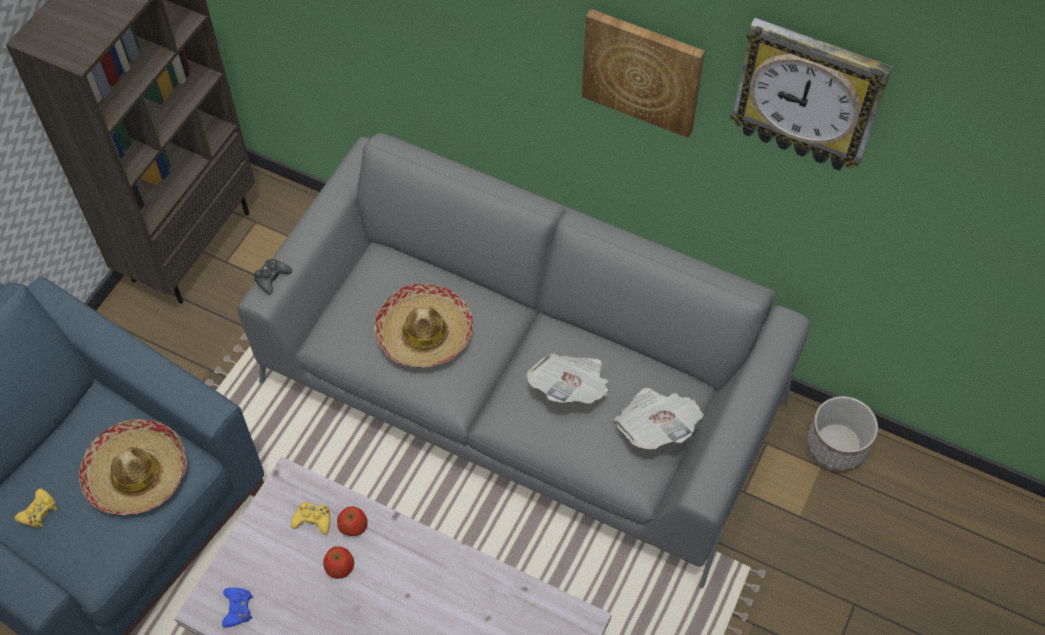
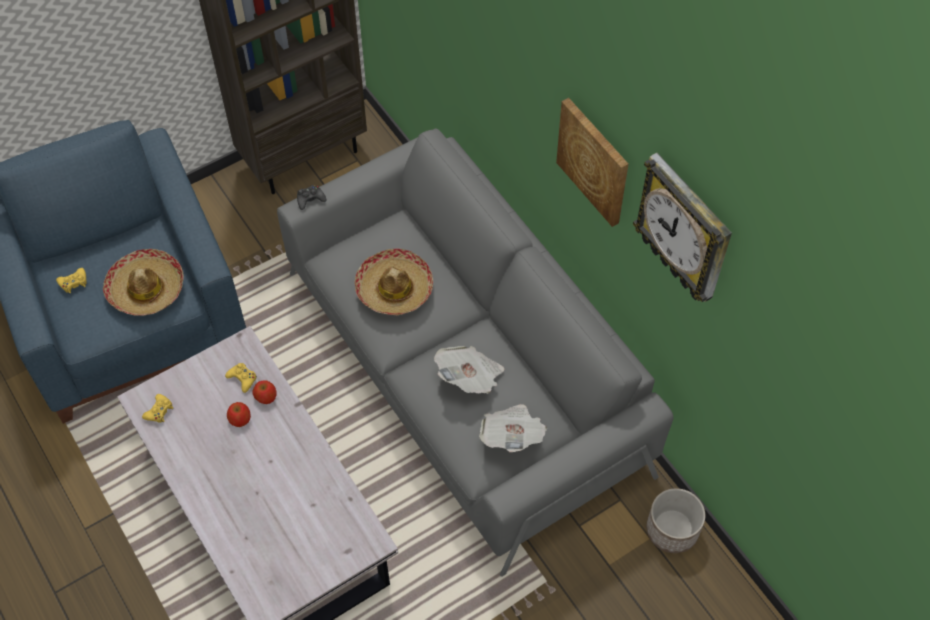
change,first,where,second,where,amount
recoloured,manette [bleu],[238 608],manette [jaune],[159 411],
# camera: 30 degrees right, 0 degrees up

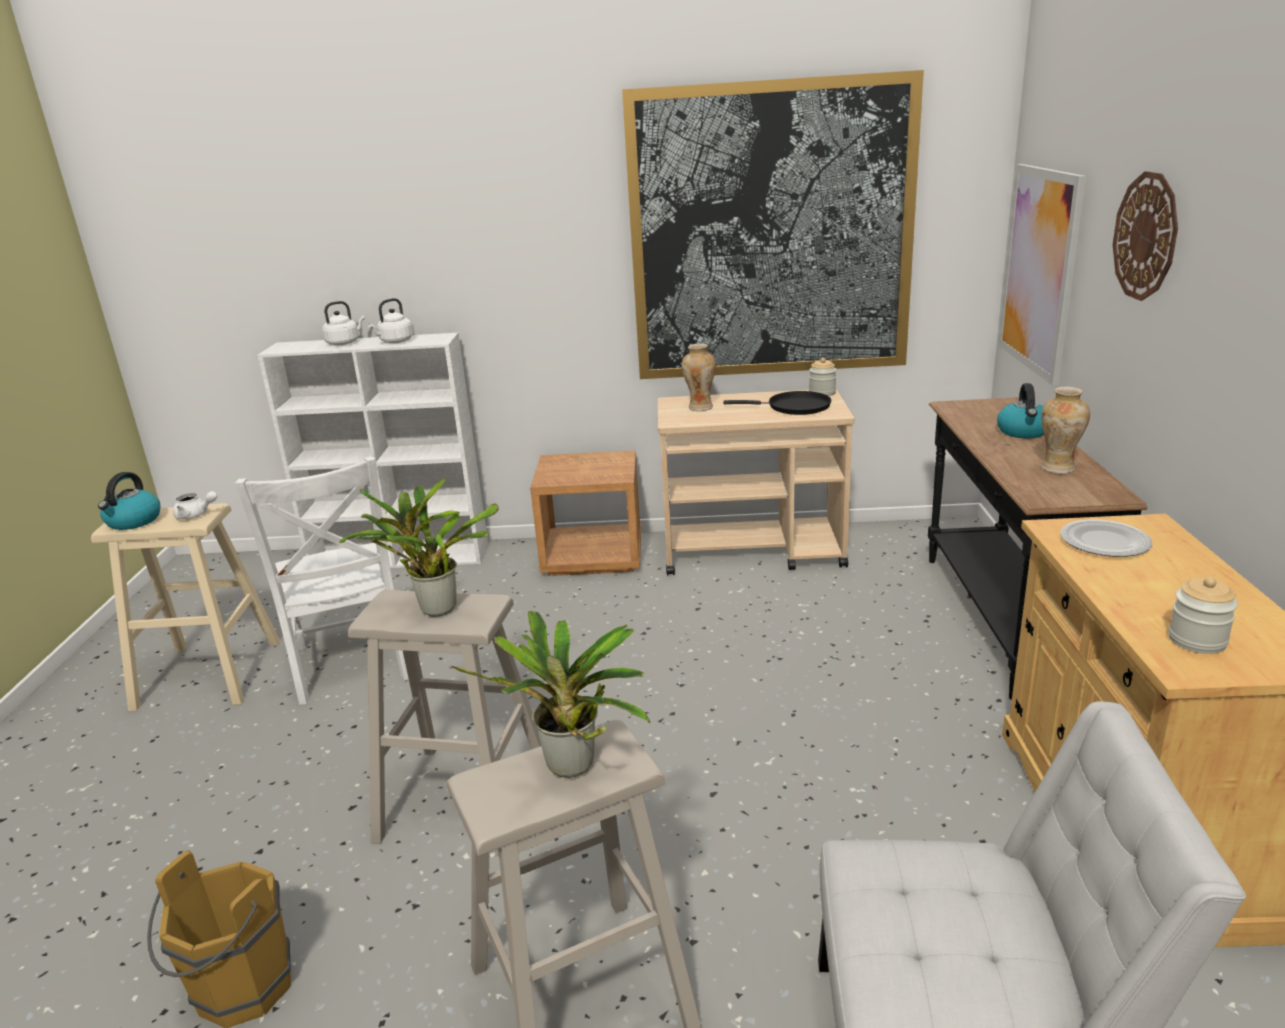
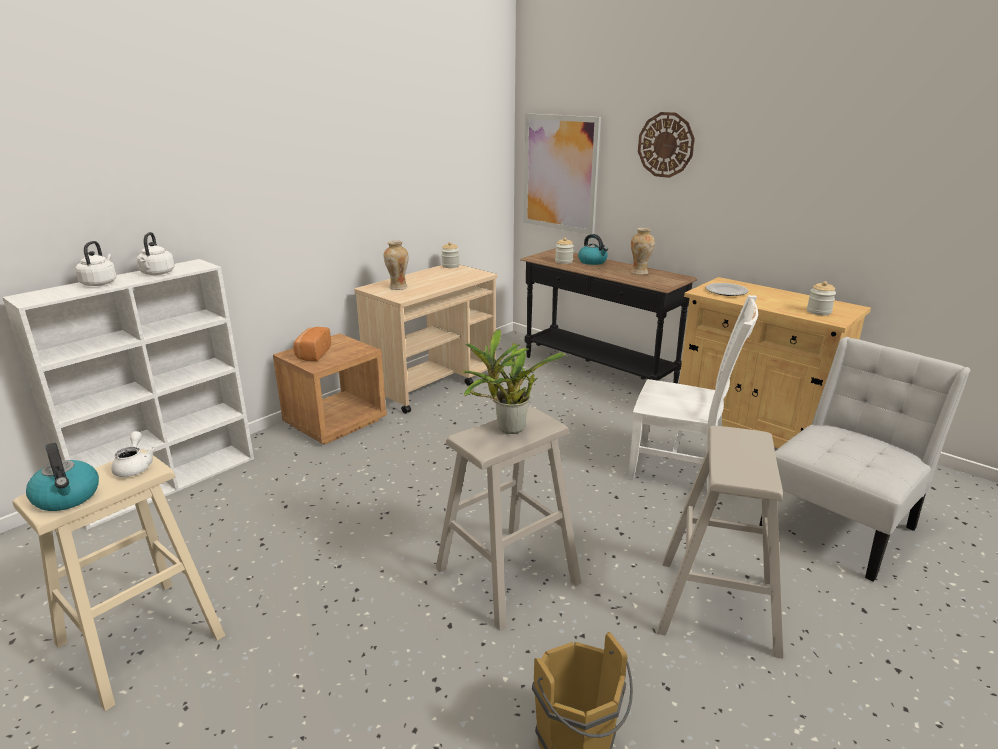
change,first,where,second,where,amount
removed,tableau,[770 233],,,
removed,poêle [noir],[794 407],,,
moved,chaise [blanc],[351 666],,[681 469],
turned,théière [blanc],[196 515],,[135 466],60 degrees counterclockwise
removed,plante en pot,[573 770],,,
added,,,bocal,[564 261],
added,,,pain,[312 354],
# camera: 50 degrees left, 0 degrees up

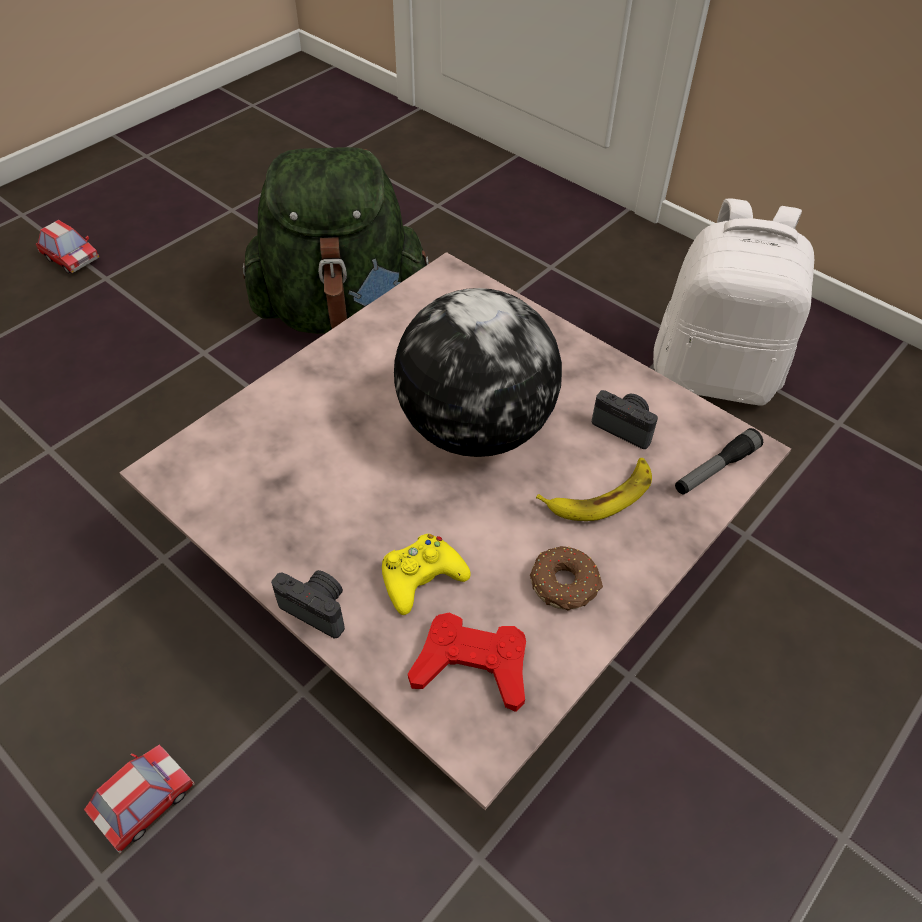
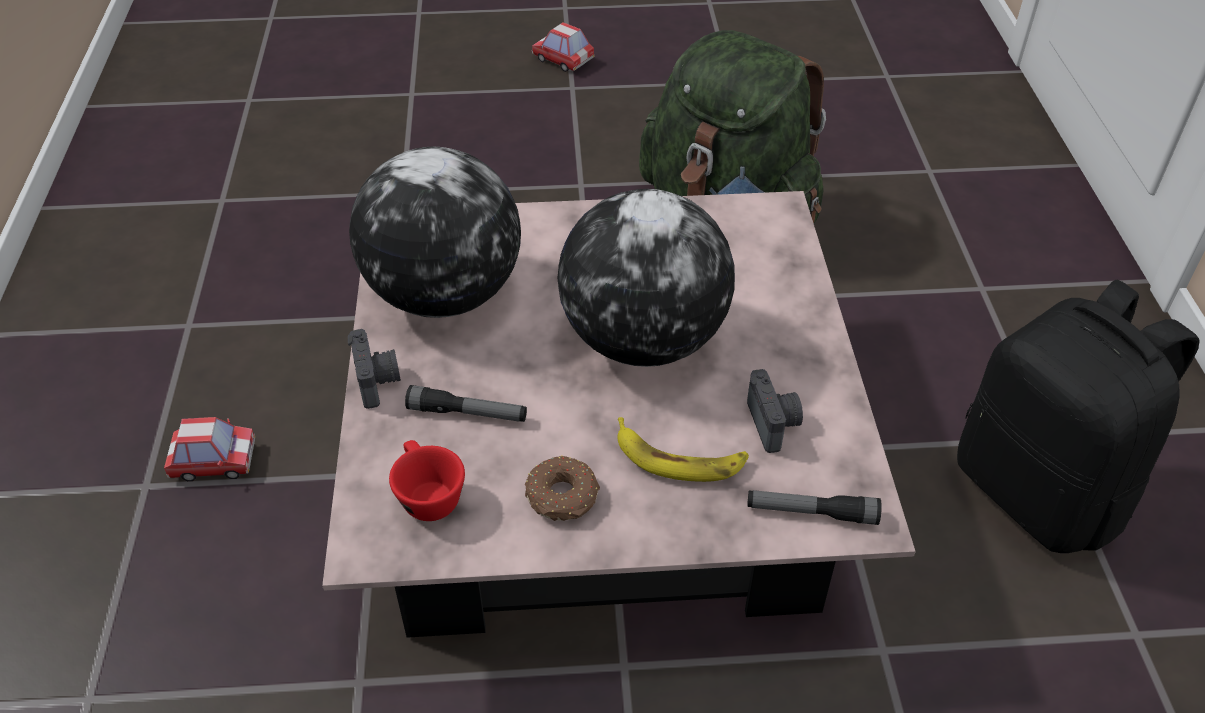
change,first,where,second,where,amount
recoloured,sac à dos [blanc],[715 374],sac à dos [noir],[1041 492],
turned,petite voiture,[71 259],,[563 60],135 degrees clockwise
replaced,manette [jaune],[421 578],lampe de poche,[467 413],
replaced,manette [rouge],[472 665],tasse [rouge],[426 495],
added,,,globe,[443 295],
# camera: 45 degrees right, 5 degrees down

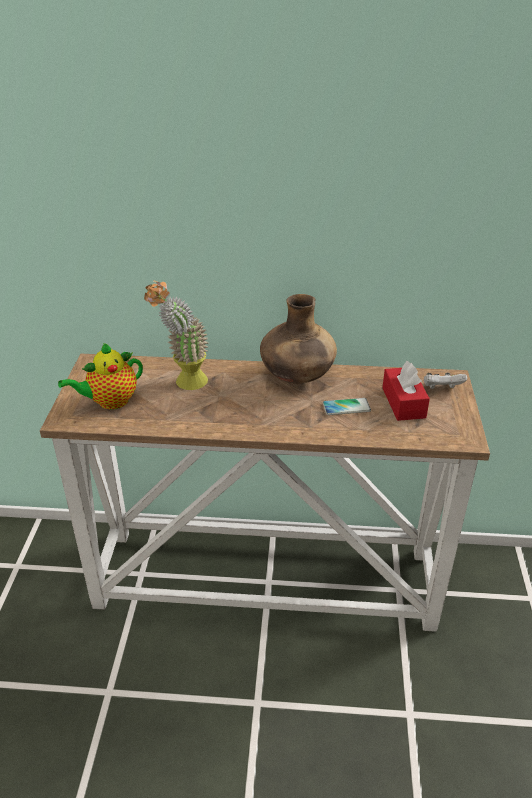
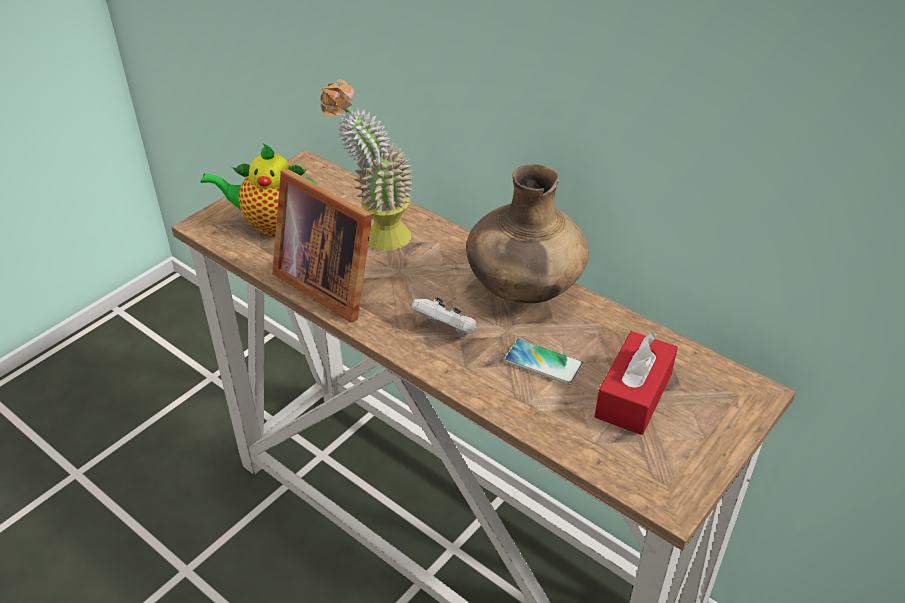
change,first,where,second,where,amount
moved,manette [blanc],[441 389],,[446 330],
added,,,cadre photo,[328 282],
# camera: 35 degrees right, 5 degrees up

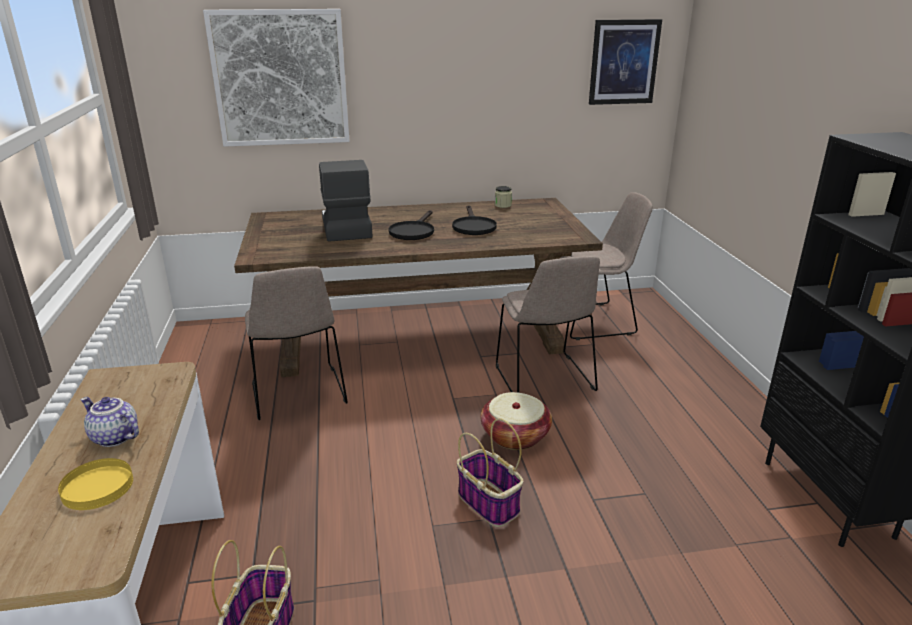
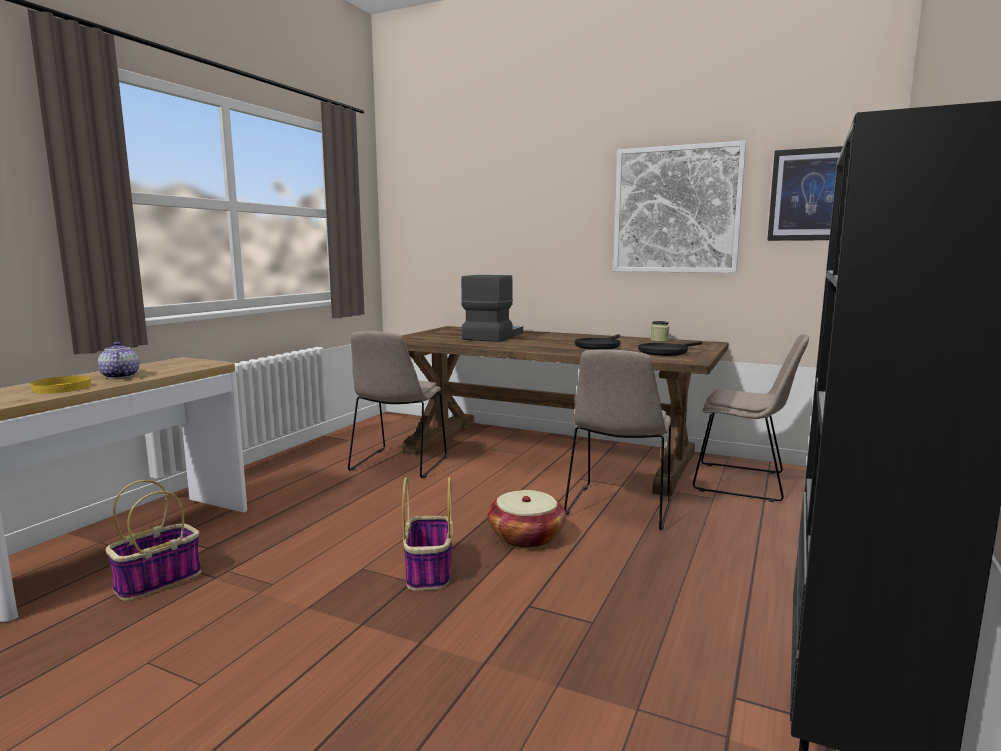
change,first,where,second,where,amount
moved,tableau,[280 78],,[676 210],
moved,poêle [noir],[413 231],,[667 352],
# camera: 35 degrees right, 15 degrees down

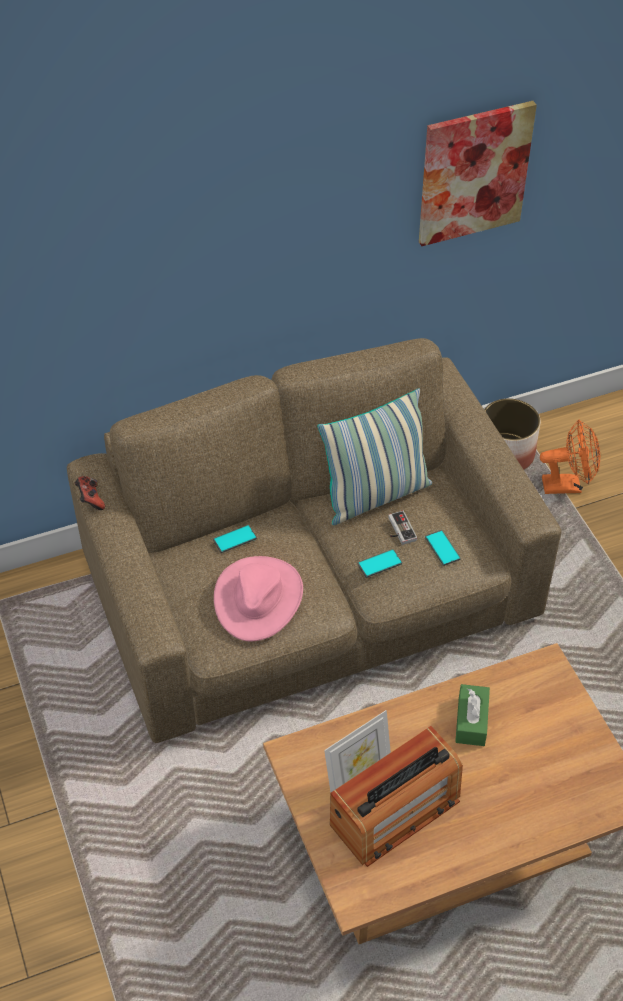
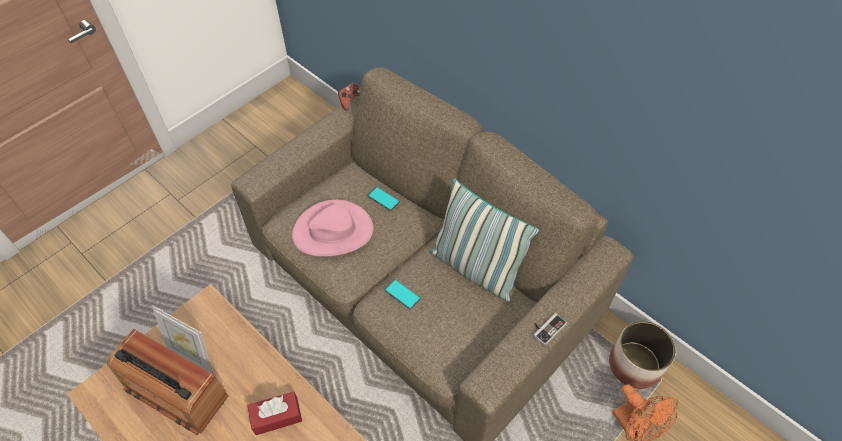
change,first,where,second,where,amount
removed,tableau,[474 173],,,
moved,manette,[398 530],,[546 328],
removed,téléphone,[442 548],,,
recoloured,boîte à mouchoirs [vert],[471 721],boîte à mouchoirs [rouge],[276 416],
# camera: 65 degrees right, 5 degrees up

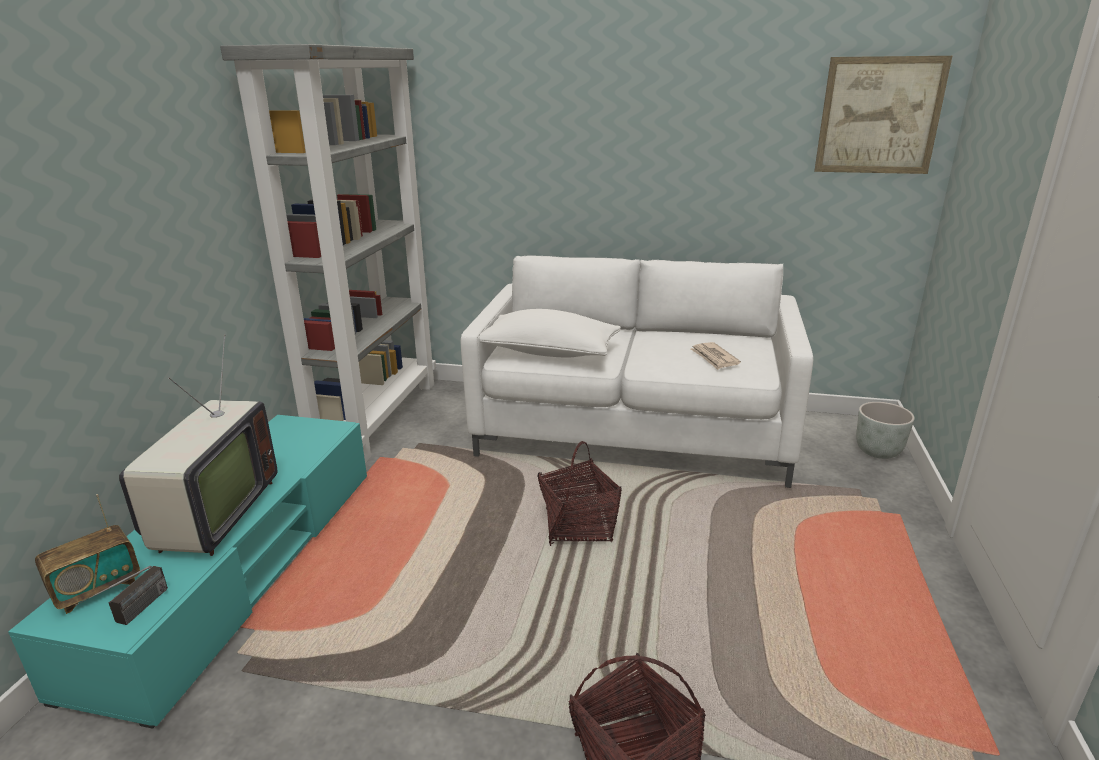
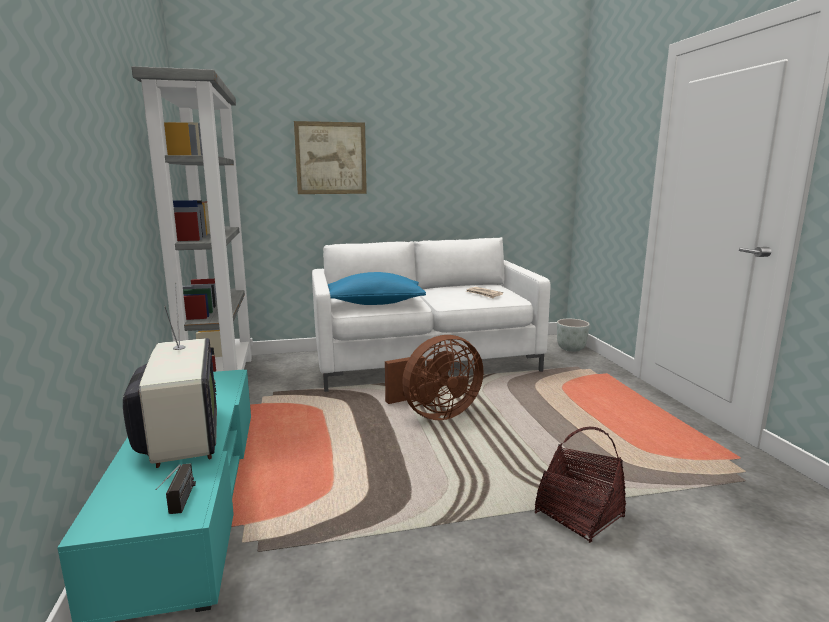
change,first,where,second,where,amount
moved,tableau,[879 116],,[331 158],
recoloured,coussin [blanc],[549 352],coussin [bleu],[375 303],
replaced,panier,[578 526],ventilateur [marron],[434 414],
removed,radio,[97 589],,,
# camera: 25 degrees left, 10 degrees down

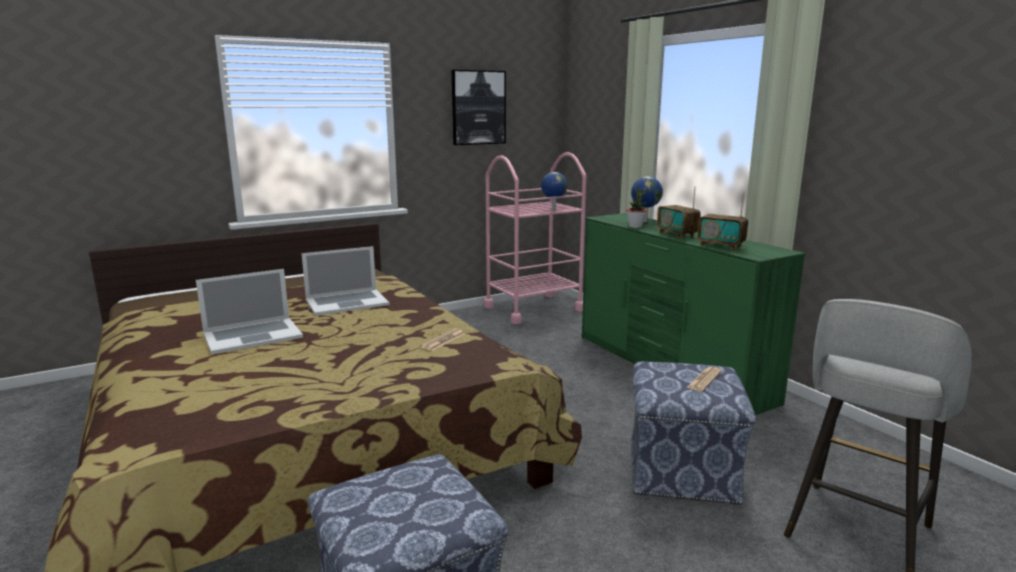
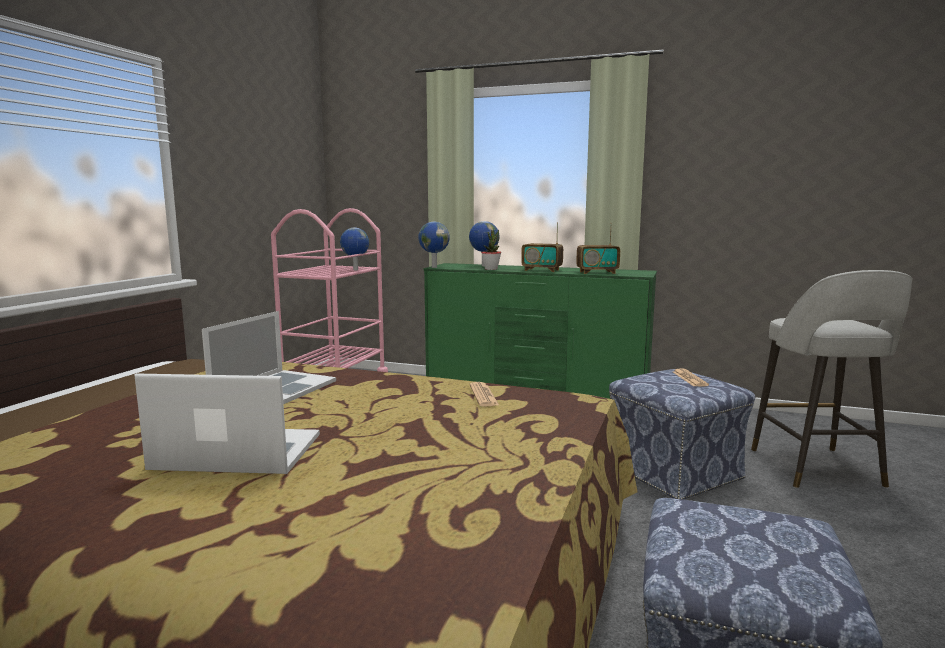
change,first,where,second,where,amount
removed,tableau,[478 107],,,
turned,ordinateur portable,[252 335],,[237 452],105 degrees counterclockwise
added,,,globe,[433 267],
# camera: 40 degrees left, 5 degrees down

